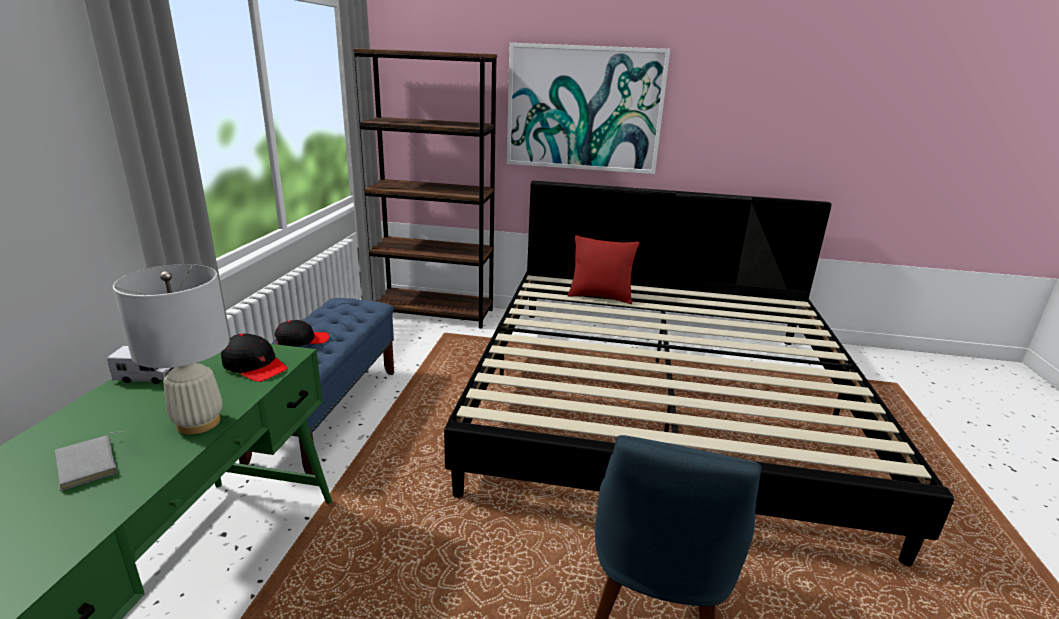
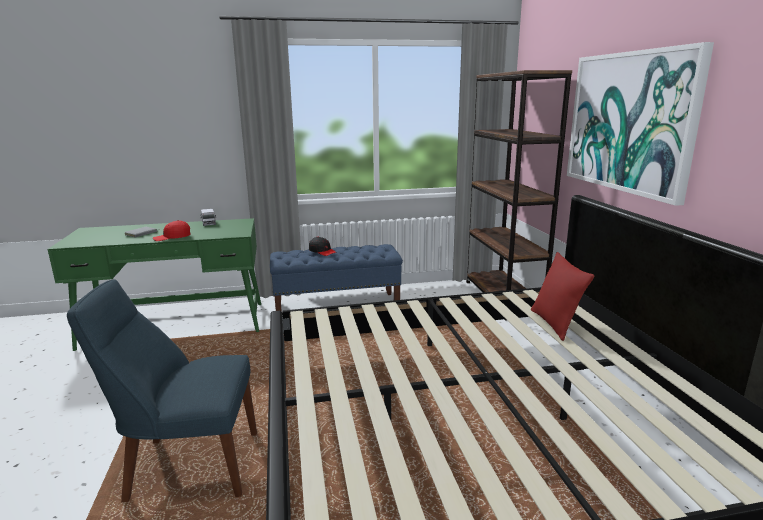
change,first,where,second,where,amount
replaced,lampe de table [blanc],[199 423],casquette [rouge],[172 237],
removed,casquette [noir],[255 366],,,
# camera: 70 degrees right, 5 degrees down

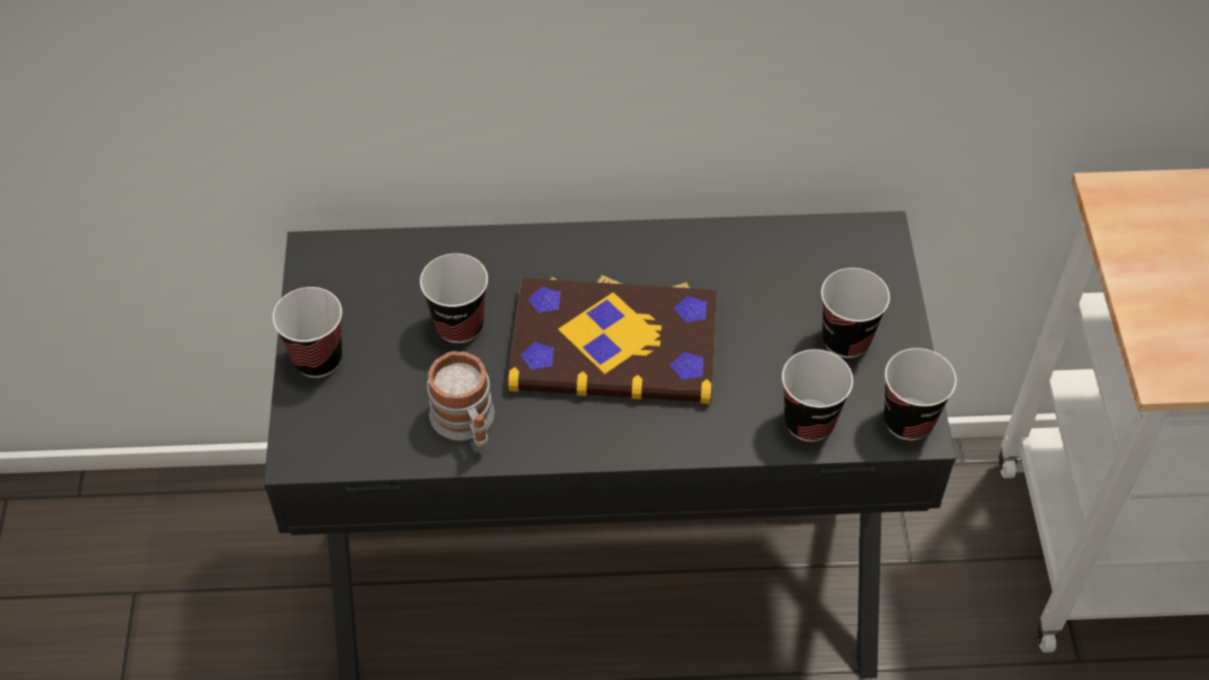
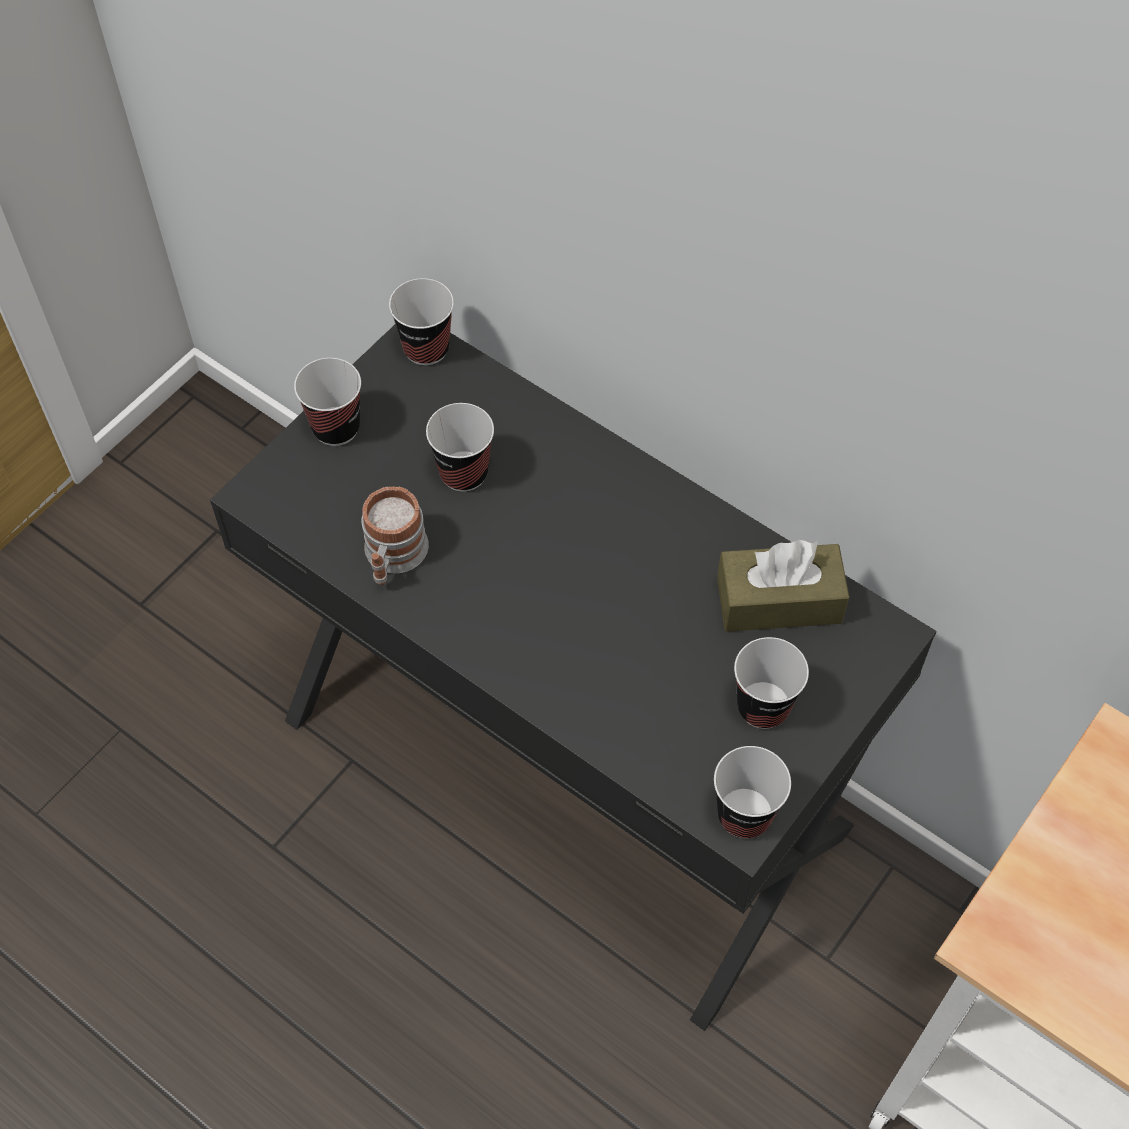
change,first,where,second,where,amount
removed,livre,[614 343],,,
moved,tasse,[809 422],,[426 348],
added,,,boîte à mouchoirs [marron],[779 601],
# camera: 40 degrees right, 5 degrees up

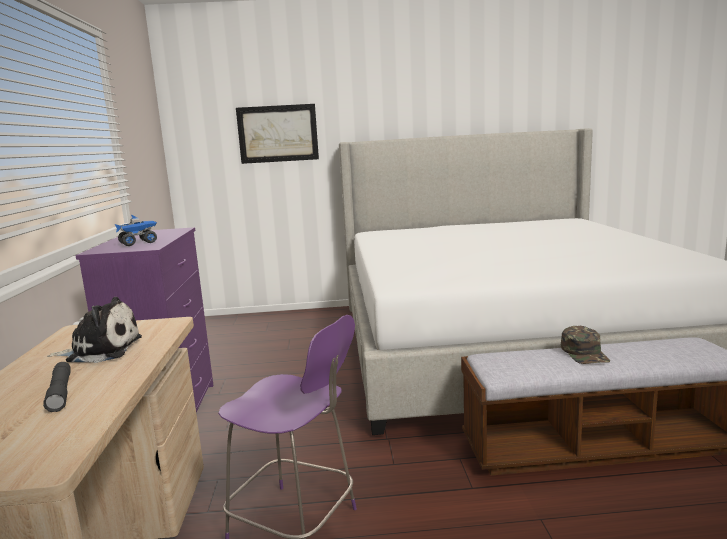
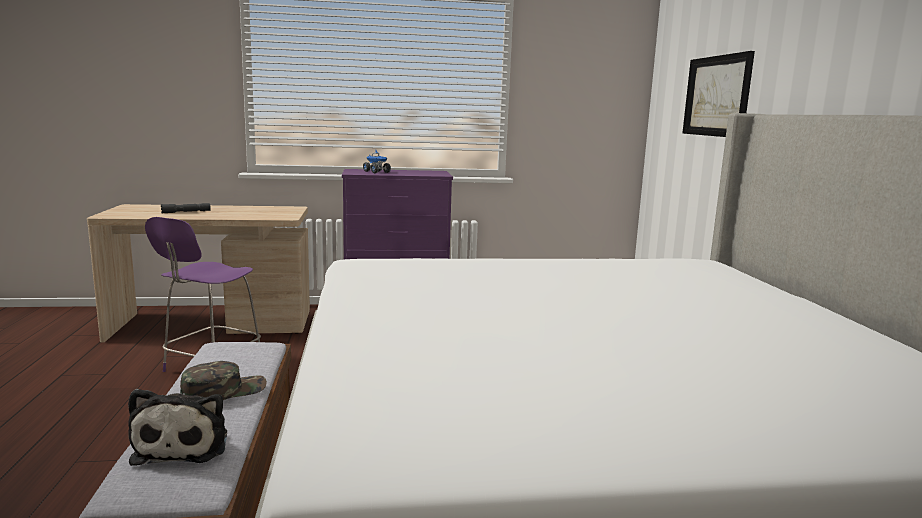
change,first,where,second,where,amount
moved,peluche,[101 350],,[184 445],
turned,casquette [vert],[584 353],,[224 390],150 degrees clockwise
# camera: 85 degrees right, 0 degrees up

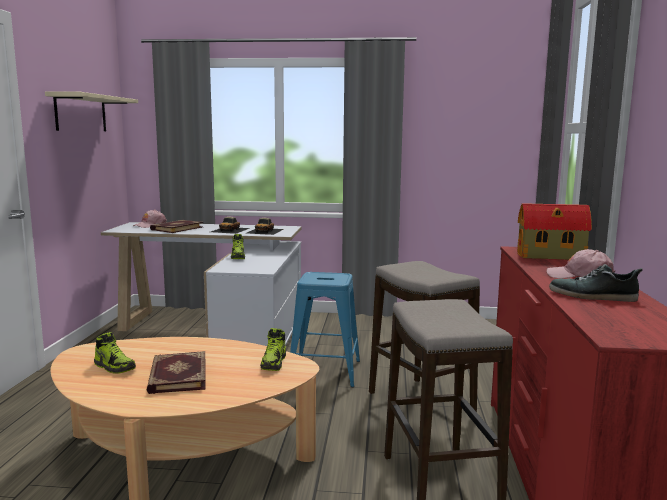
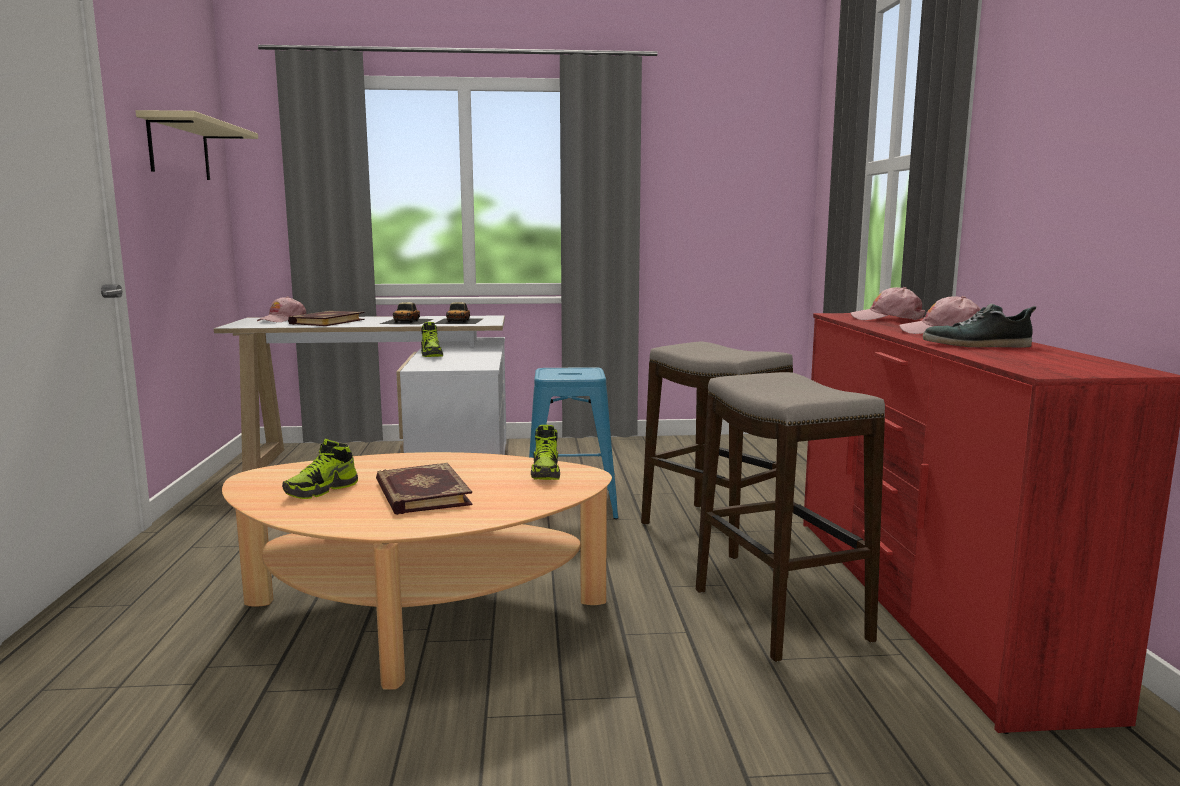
change,first,where,second,where,amount
replaced,maison miniature,[552 256],casquette [rose],[887 318],
turned,chaussure,[114 367],,[322 490],105 degrees clockwise
# camera: 10 degrees left, 0 degrees up

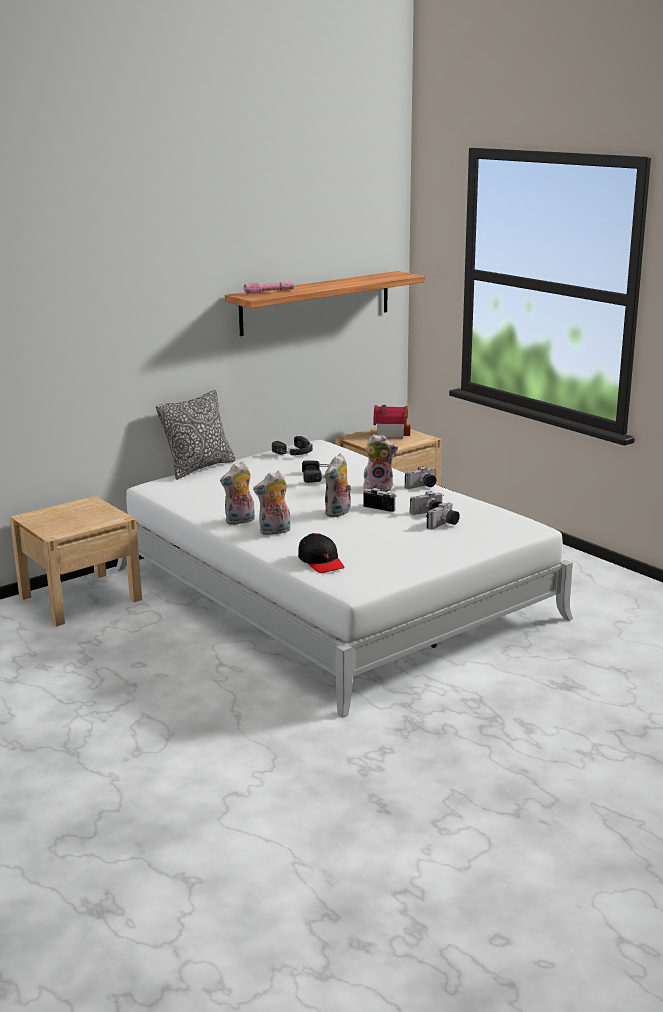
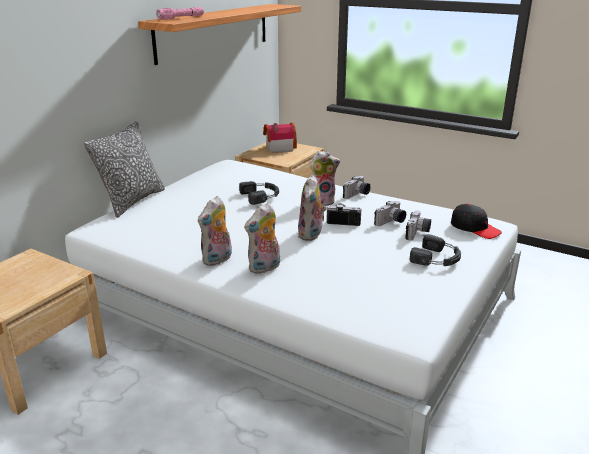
change,first,where,second,where,amount
moved,casque audio [noir],[295 452],,[437 258],
moved,casquette [noir],[321 562],,[474 228],
# camera: 20 degrees left, 5 degrees up

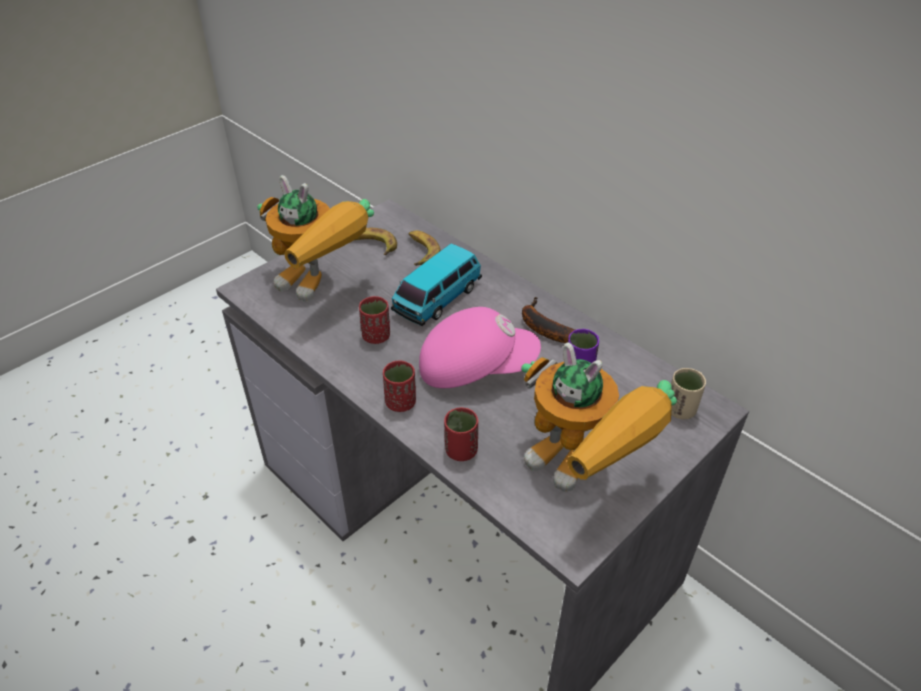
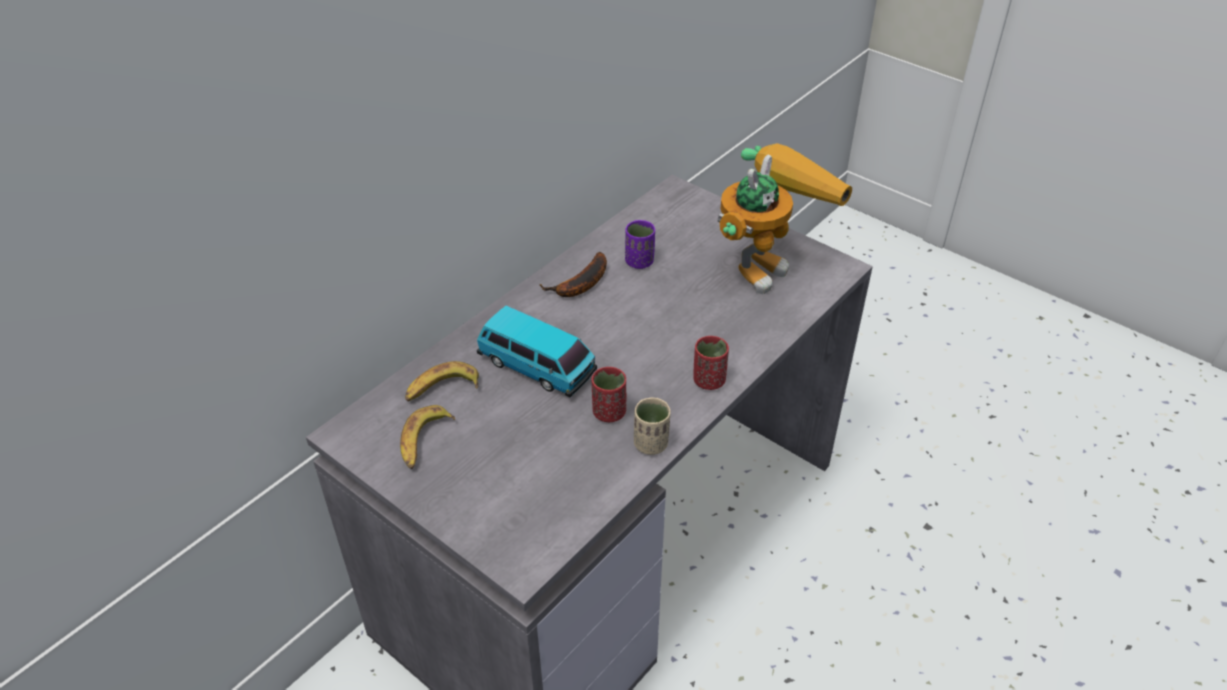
change,first,where,second,where,amount
removed,robot jouet,[322 288],,,
removed,casquette [rose],[475 366],,,
moved,tasse [beige],[680 410],,[651 444],
removed,tasse [rouge],[461 450],,,
# camera: 95 degrees left, 0 degrees up

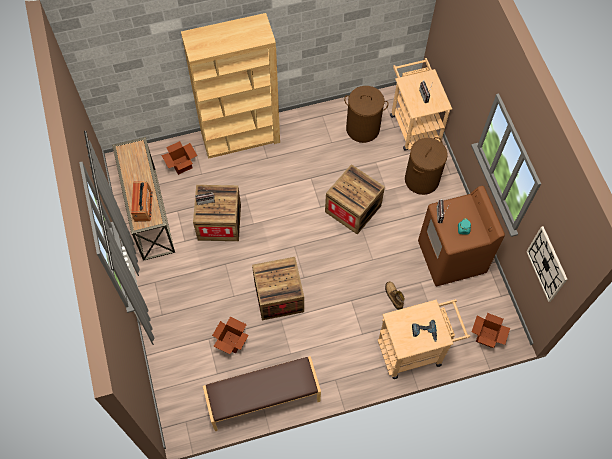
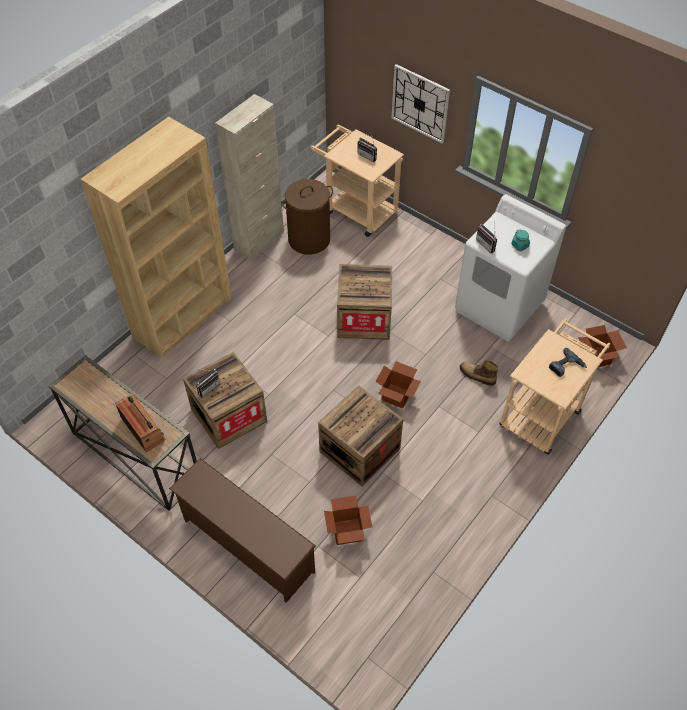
change,first,where,second,where,amount
removed,panier à linge [marron],[421 179],,,
moved,carton,[181 165],,[396 396],
recoloured,lave-linge [marron],[451 258],lave-linge [blanc],[499 307],
moved,horloge murale,[547 264],,[420 103],
removed,banc [marron],[263 399],,,
added,,,meuble de rangement [beige],[259 240],
added,,,étagère à chaussures [marron],[246 546],
# camera: 35 degrees left, 10 degrees down

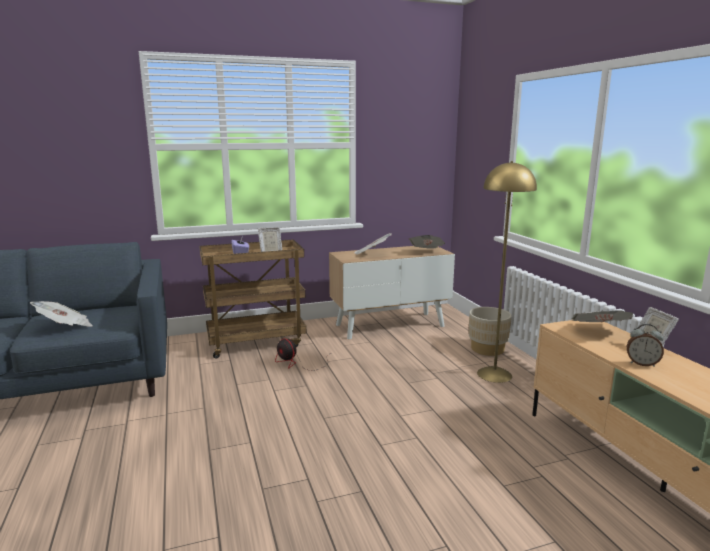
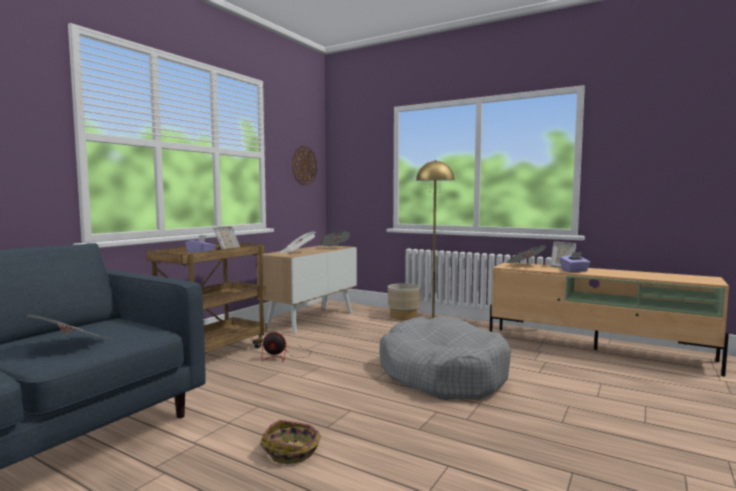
change,first,where,second,where,amount
replaced,réveil,[642 364],boîte à mouchoirs [violet],[574 271],
added,,,horloge murale,[304 165],
added,,,panier pour chien [gris],[442 374],
added,,,panier,[292 451],
# camera: 40 degrees left, 10 degrees down

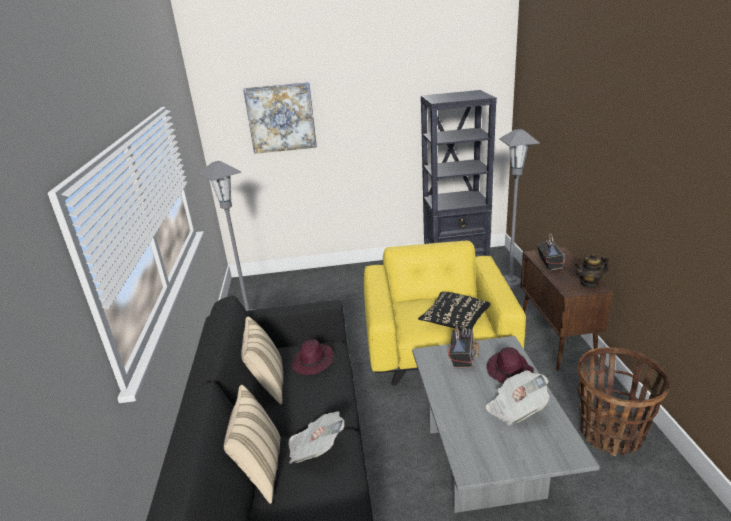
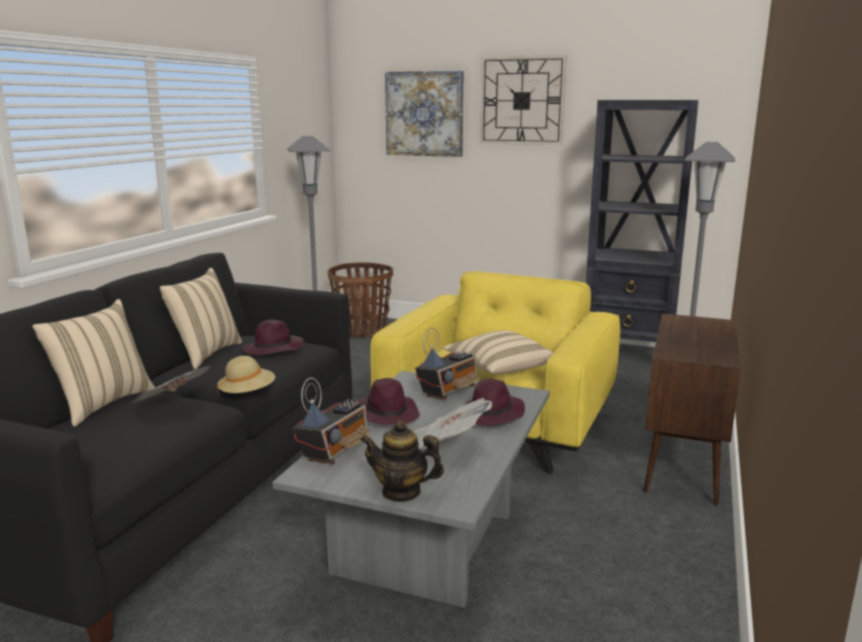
change,first,where,second,where,amount
moved,radio,[549 264],,[335 451],
moved,théière,[589 283],,[401 492],
recoloured,coussin [noir],[455 321],coussin [beige],[499 368],
moved,panier,[610 433],,[362 331],
added,,,horloge murale,[522 100],
added,,,chapeau [beige],[247 394],
added,,,chapeau [violet],[386 414],
# camera: 25 degrees right, 10 degrees down

